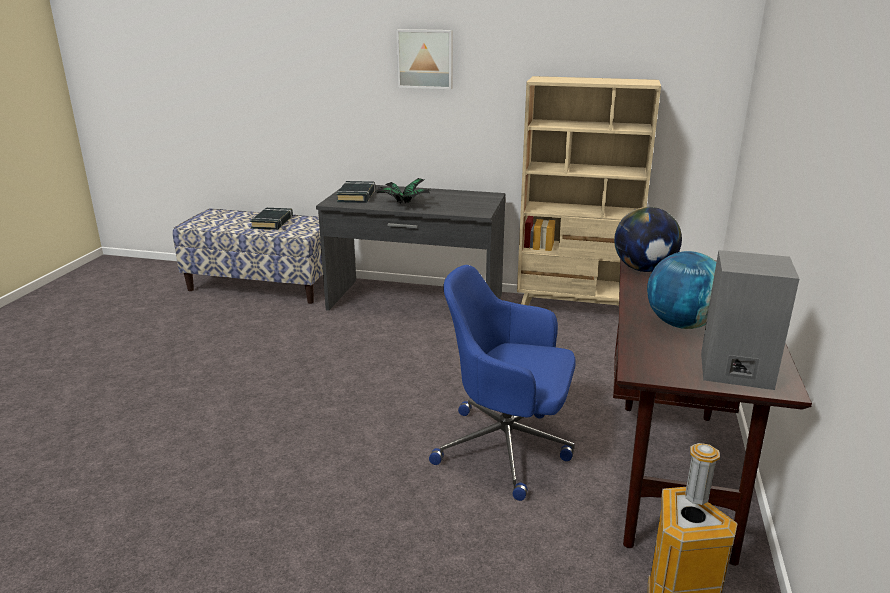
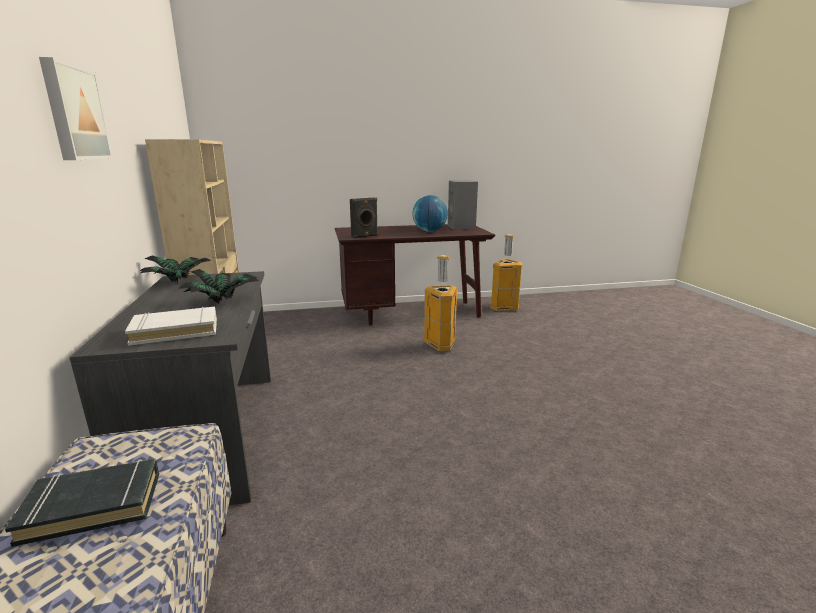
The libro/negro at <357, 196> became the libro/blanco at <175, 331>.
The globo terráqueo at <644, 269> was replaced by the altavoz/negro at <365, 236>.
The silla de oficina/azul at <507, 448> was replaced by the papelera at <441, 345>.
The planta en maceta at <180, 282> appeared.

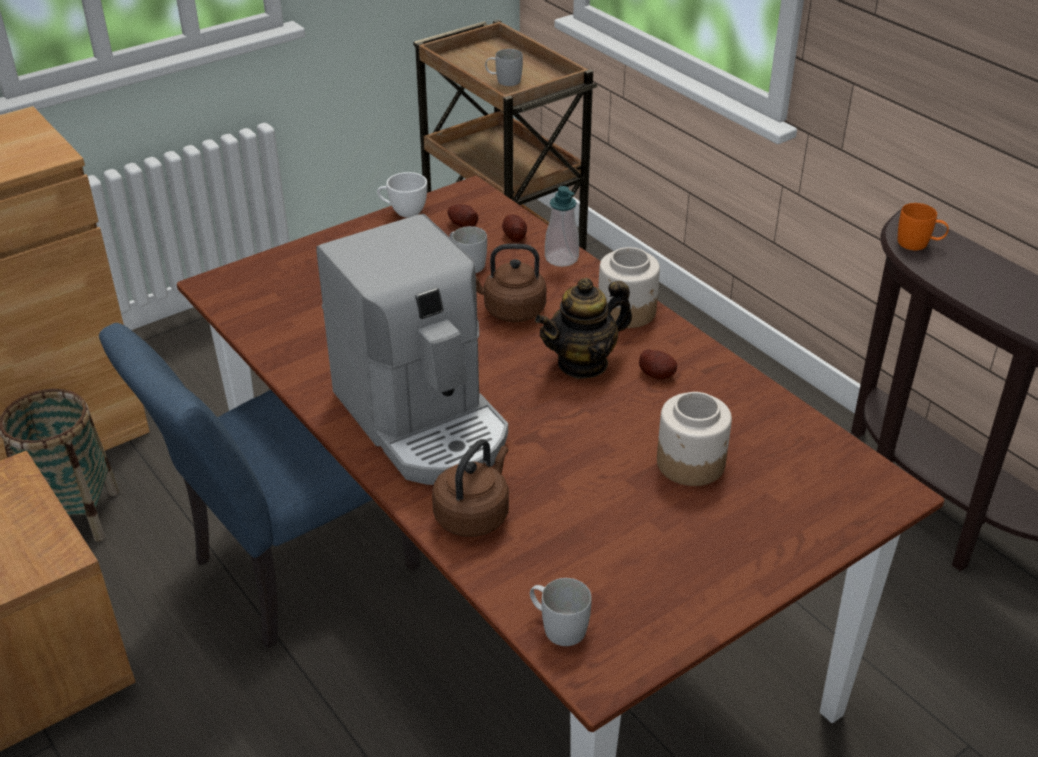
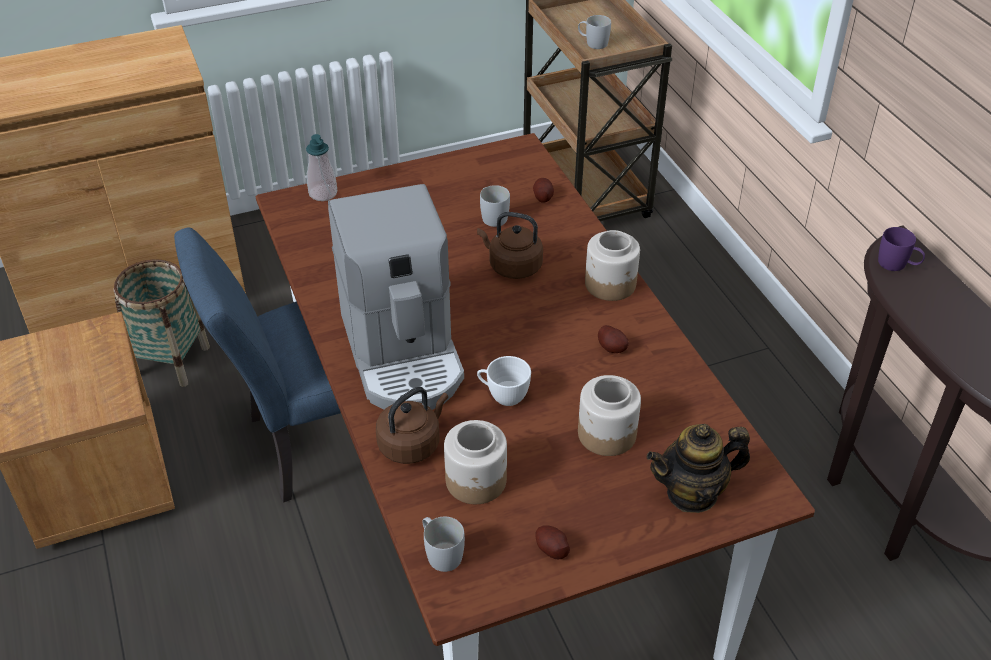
The taza/blanco moved from <403, 211> to <503, 396>.
The dispensador de jabón moved from <561, 258> to <323, 193>.
The taza grande/naranja at <919, 244> became the taza grande/morado at <897, 265>.
The patata moved from <462, 224> to <551, 549>.
The tetera moved from <583, 363> to <692, 493>.
The tarro at <476, 481> appeared.

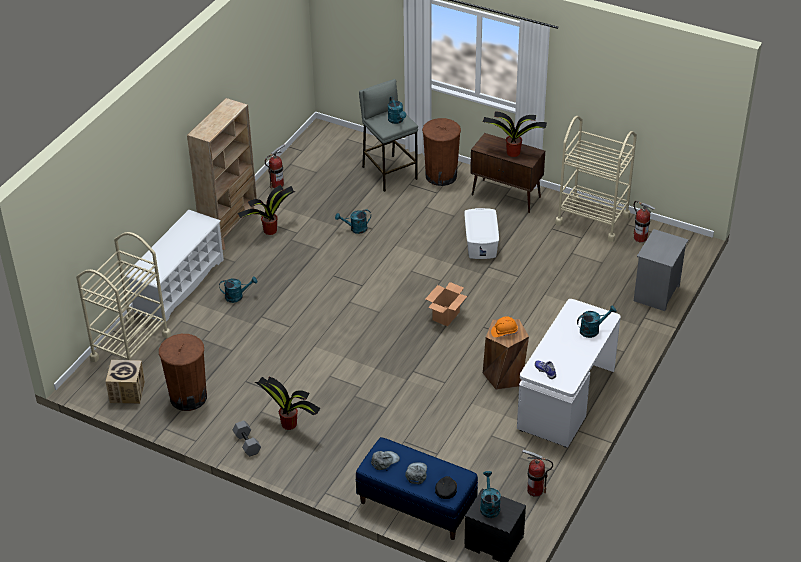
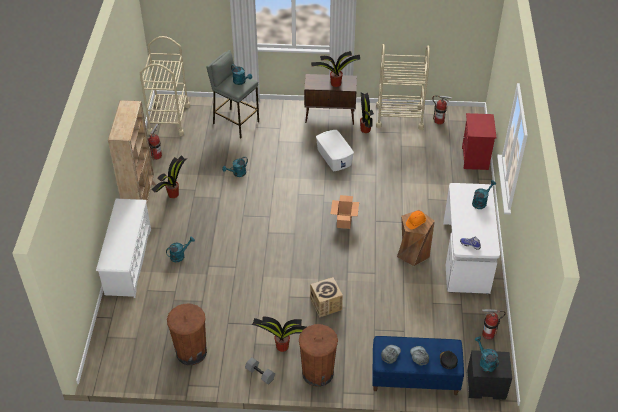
The papelera/marrón moved from <441, 176> to <317, 373>.
The mesita de noche/gris at <657, 294> became the mesita de noche/rojo at <475, 159>.
The carrito/beis moved from <130, 347> to <169, 119>.
The caja de cartón moved from <127, 392> to <326, 304>.
The planta en maceta at <365, 130> appeared.

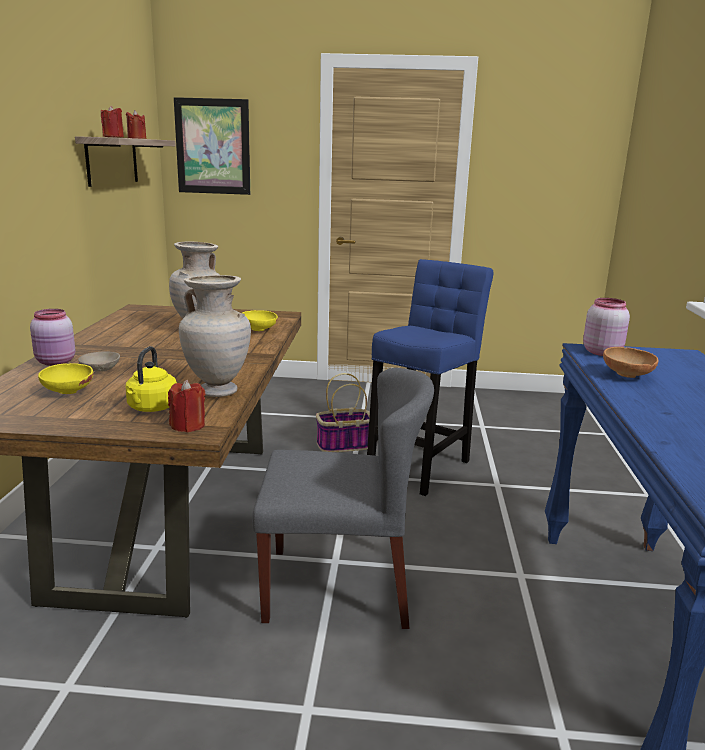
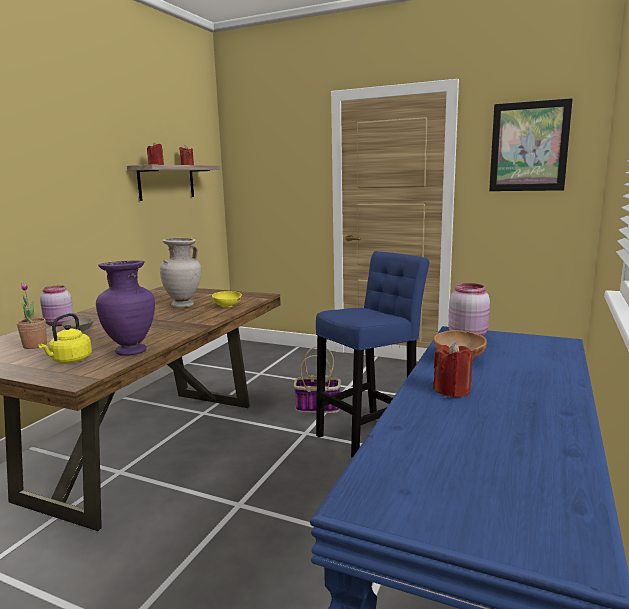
The cuadro moved from <213, 146> to <529, 147>.
The florero/beis at <218, 391> became the florero/morado at <132, 351>.
The cuenco/amarillo at <68, 393> was replaced by the planta en maceta at <35, 345>.
The silla/gris at <339, 586> disappeared.
The vela/rojo moved from <188, 426> to <452, 390>.

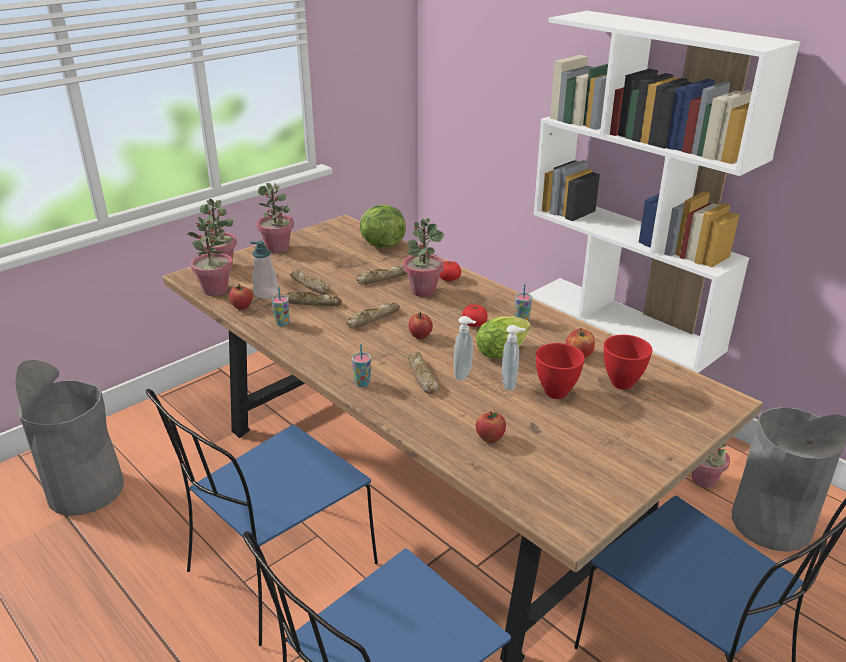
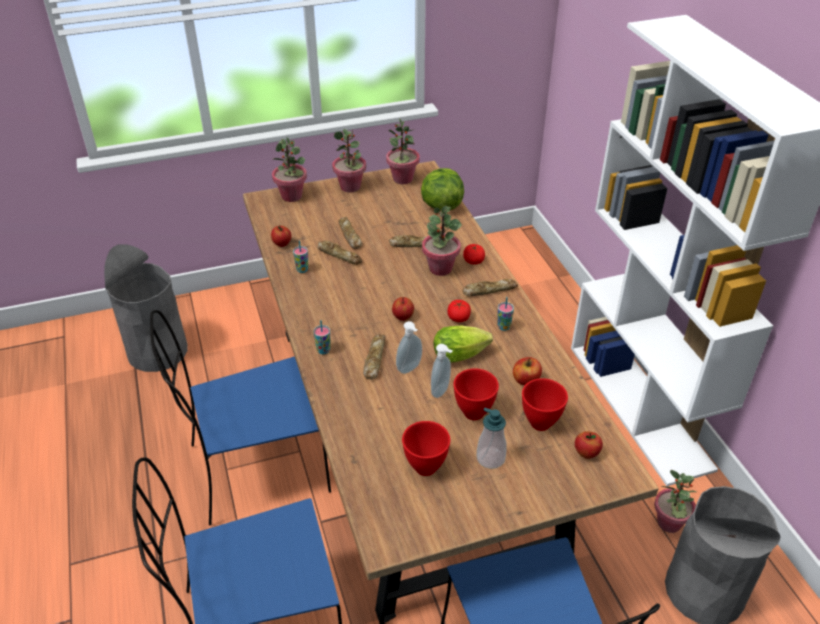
The planta en maceta moved from <215, 290> to <402, 179>.
The dispensador de jabón moved from <266, 293> to <490, 458>.
The pan moved from <372, 318> to <489, 290>.
The manzana moved from <490, 438> to <586, 453>.
The cuenco/rojo at <426, 468> appeared.

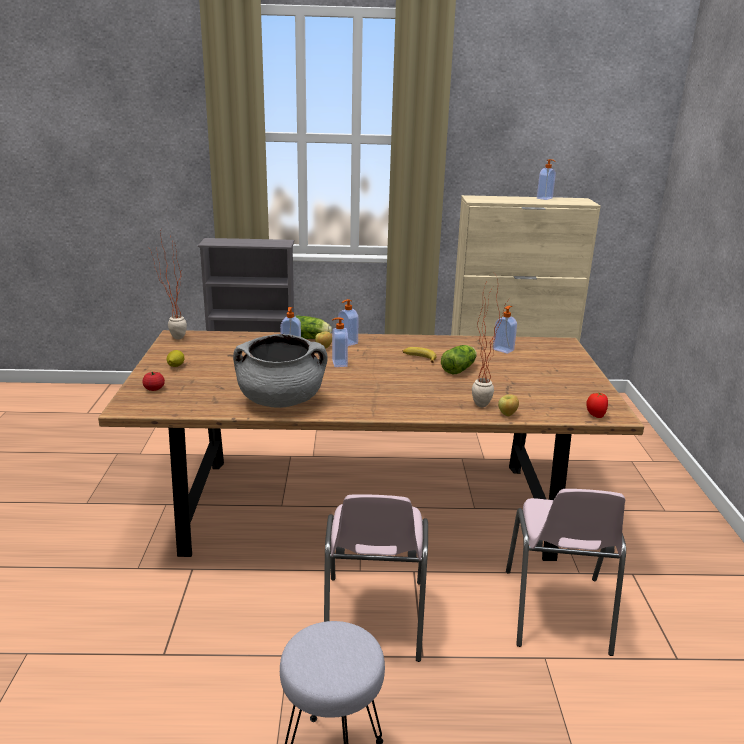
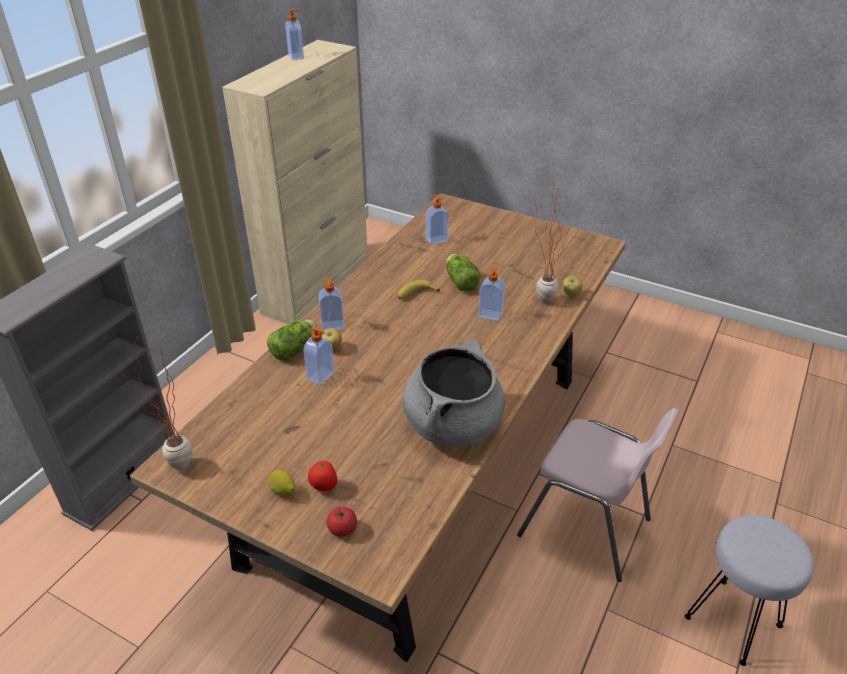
The dispensador de jabón moved from <339, 363> to <490, 315>.
The tomate moved from <595, 415> to <323, 487>.
The silla/rosa at <556, 612> disappeared.

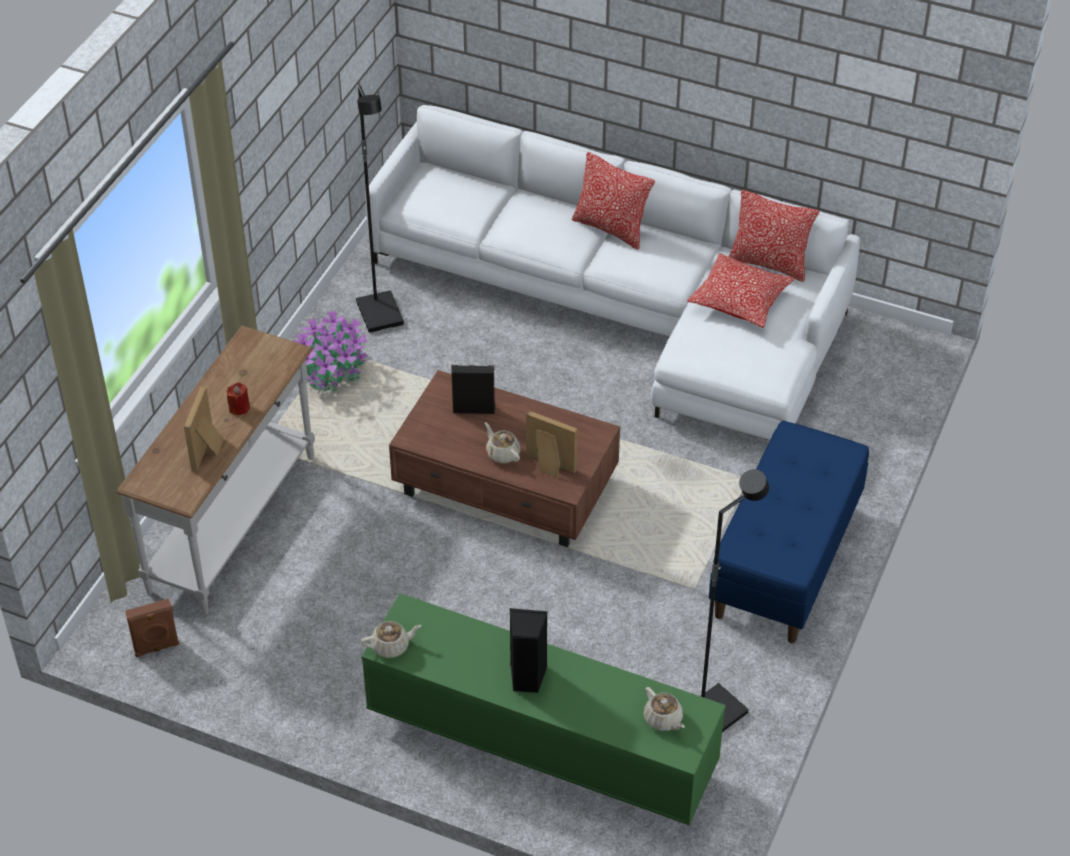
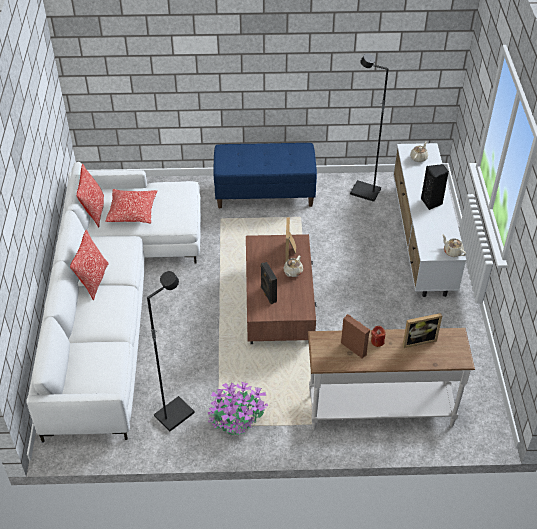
The mueble de televisión/verde at <540, 745> became the mueble de televisión/blanco at <421, 238>.
The altavoz/marrón moved from <156, 648> to <354, 348>.

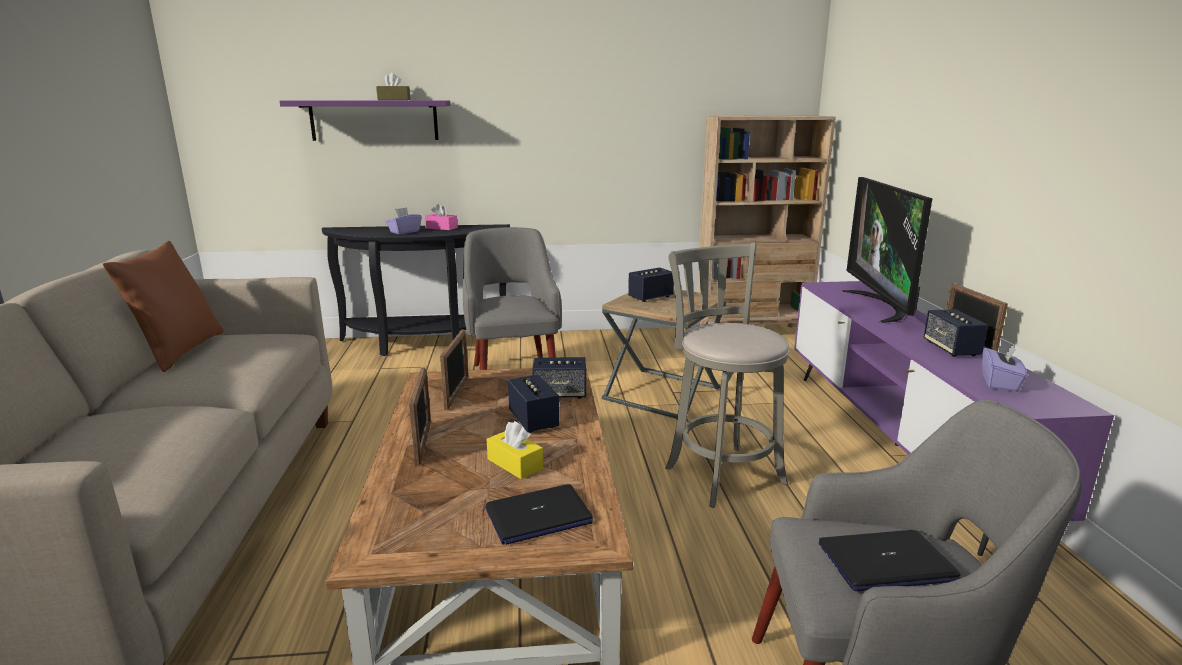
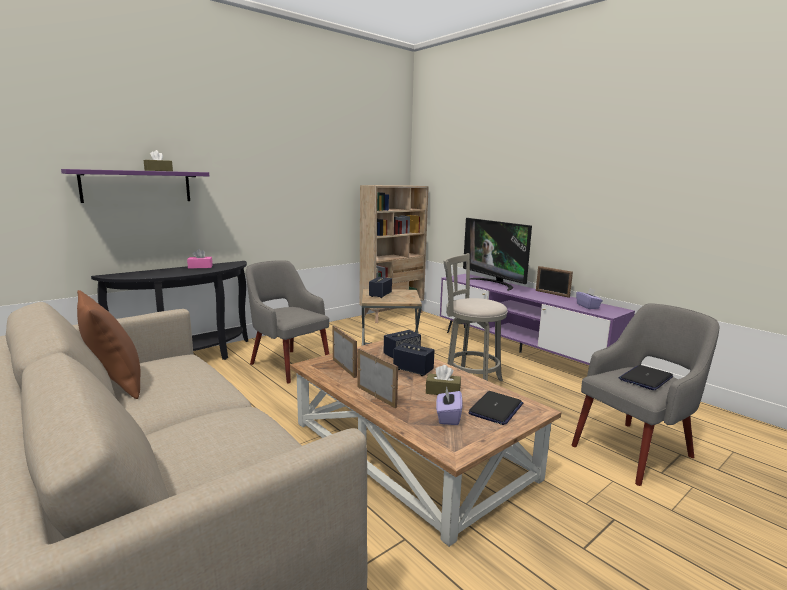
The caja de pañuelos/morado moved from <404, 232> to <448, 417>.
The altavoz at <951, 349> disappeared.
The caja de pañuelos/amarillo at <515, 464> became the caja de pañuelos/marrón at <443, 391>.

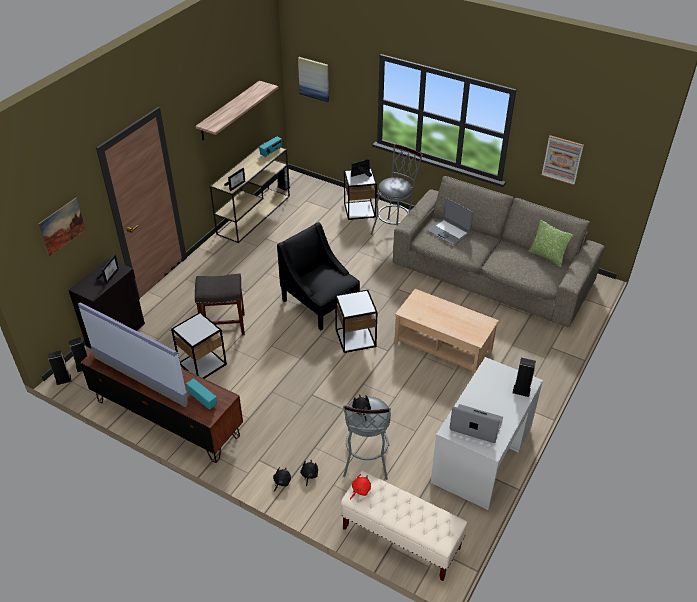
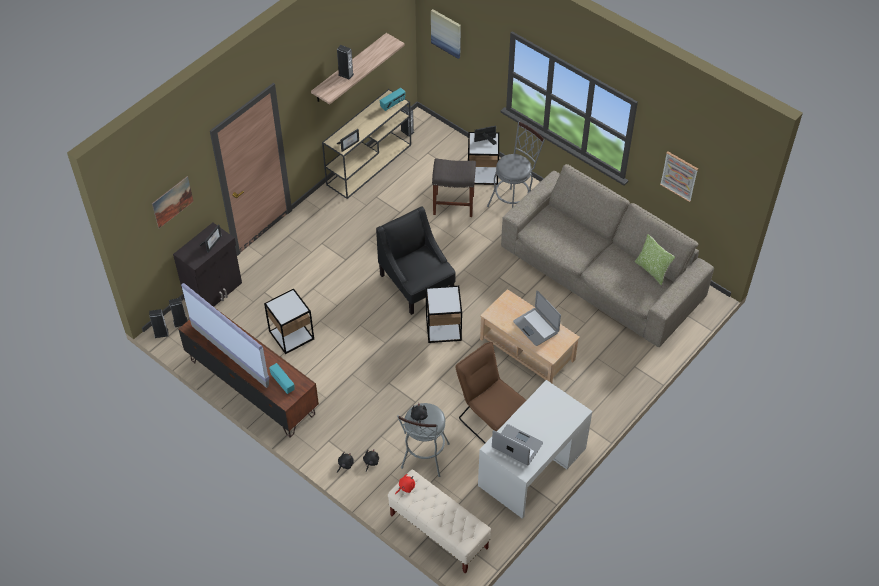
The portátil moved from <448, 232> to <536, 327>.
The taburete/gris moved from <224, 325> to <454, 204>.
The altavoz moved from <521, 391> to <346, 74>.
The silla/marrón at <490, 419> appeared.

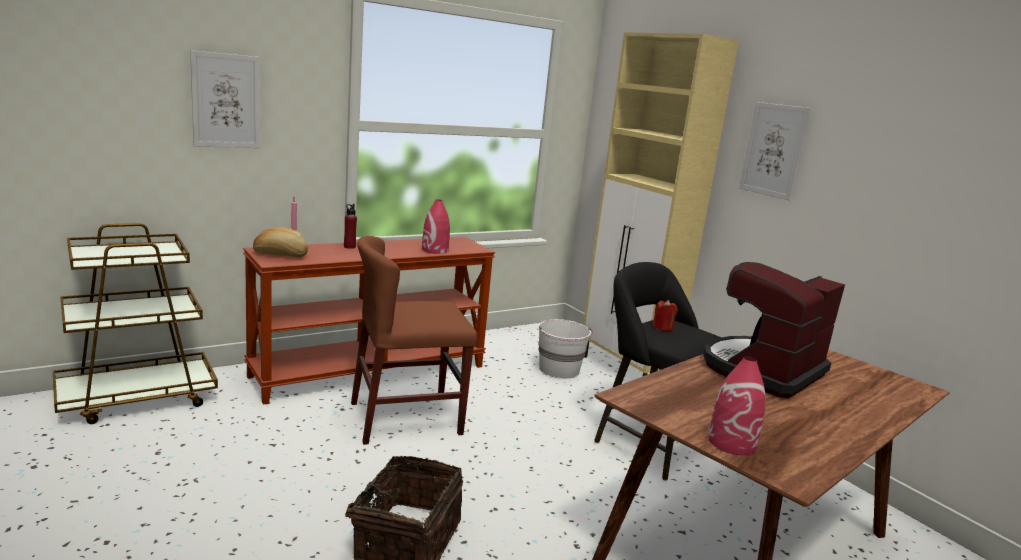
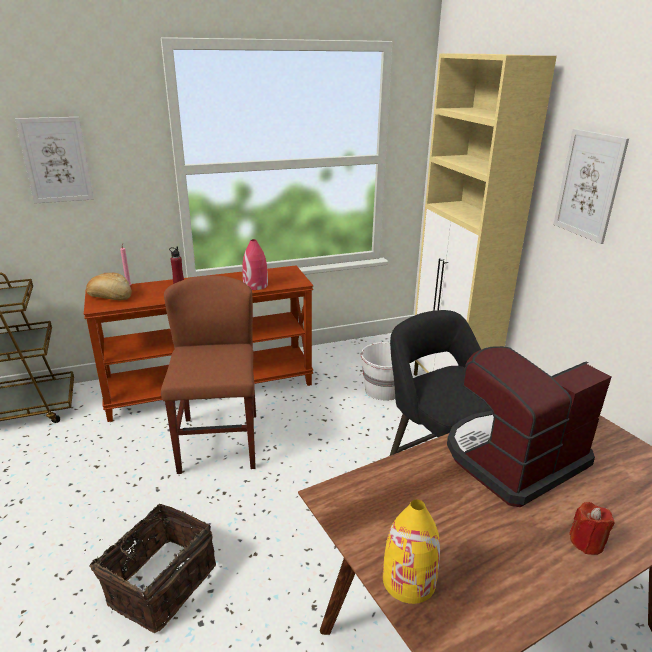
The silla/marrón at <406, 418> turned 90 degrees clockwise.
The vela/rojo moved from <663, 327> to <586, 542>.
The florero/rojo at <732, 443> became the florero/amarillo at <409, 580>.

